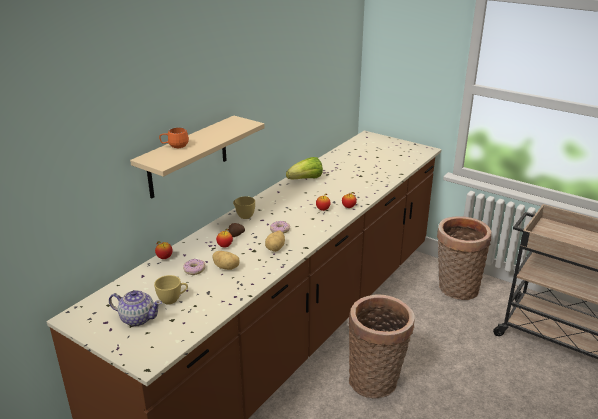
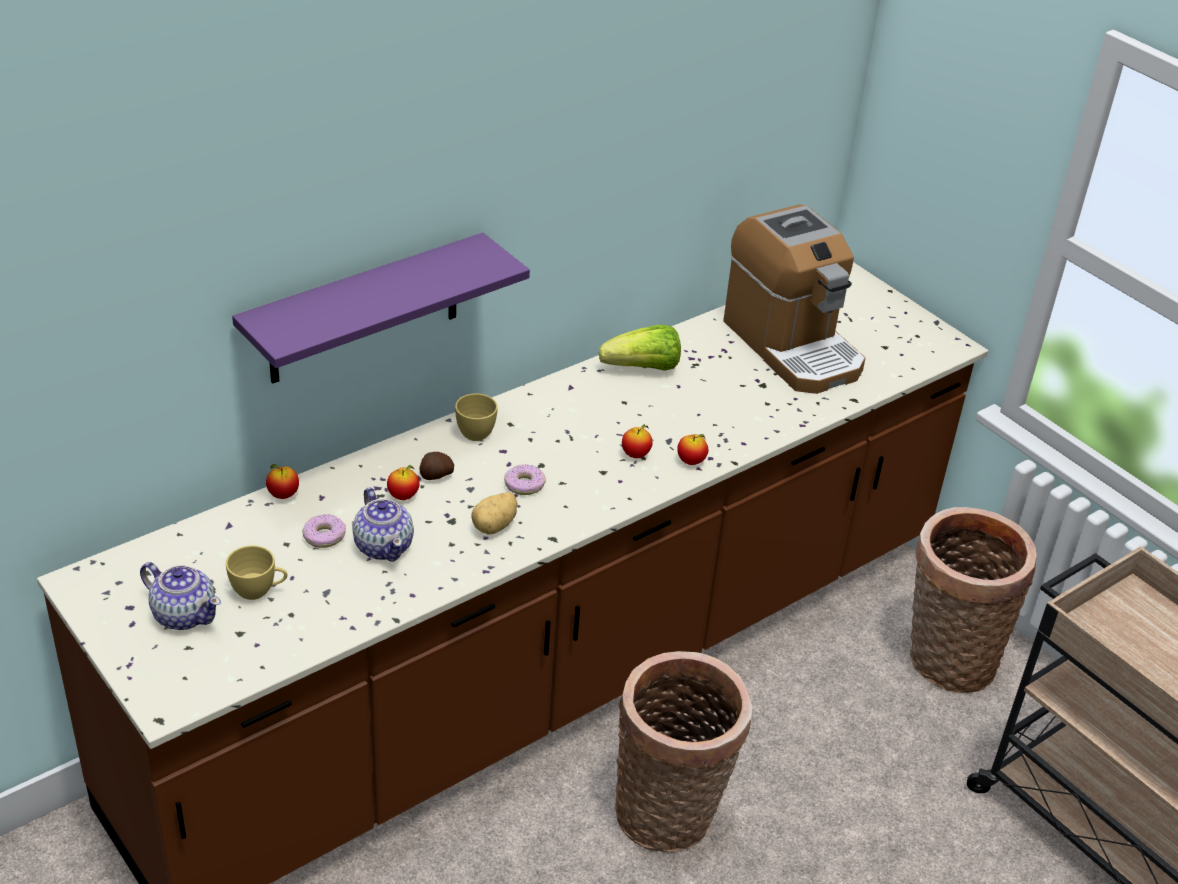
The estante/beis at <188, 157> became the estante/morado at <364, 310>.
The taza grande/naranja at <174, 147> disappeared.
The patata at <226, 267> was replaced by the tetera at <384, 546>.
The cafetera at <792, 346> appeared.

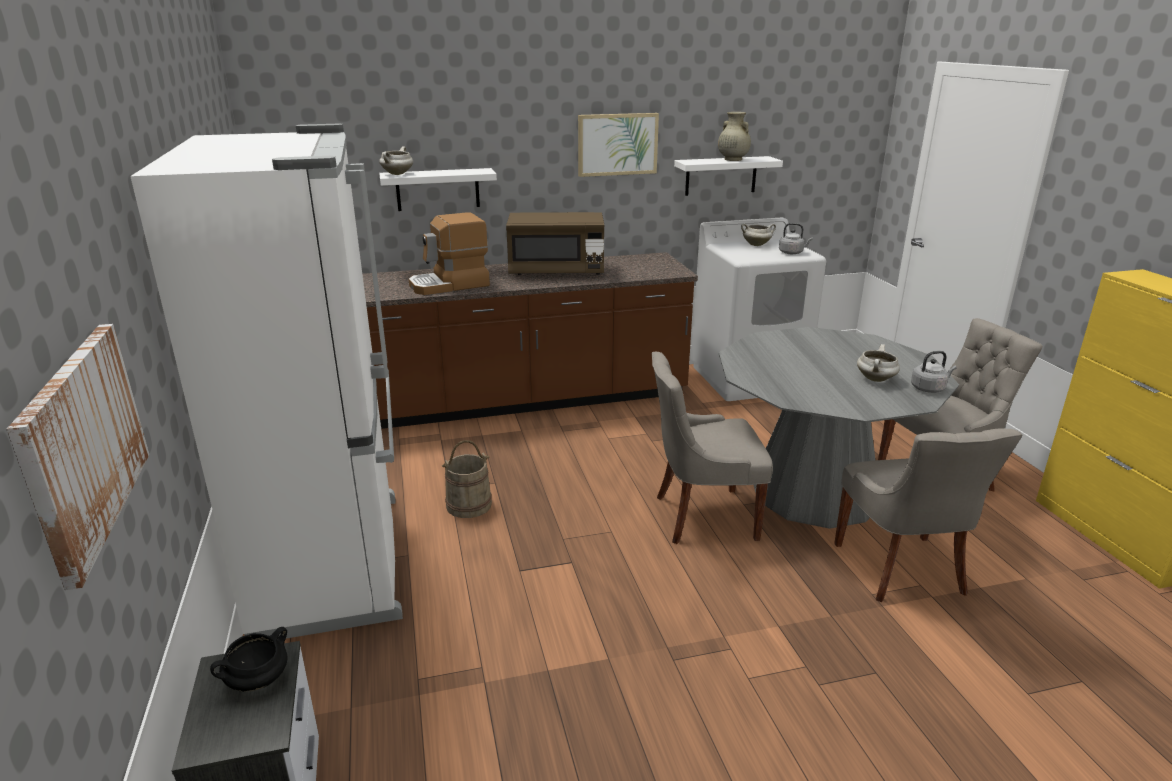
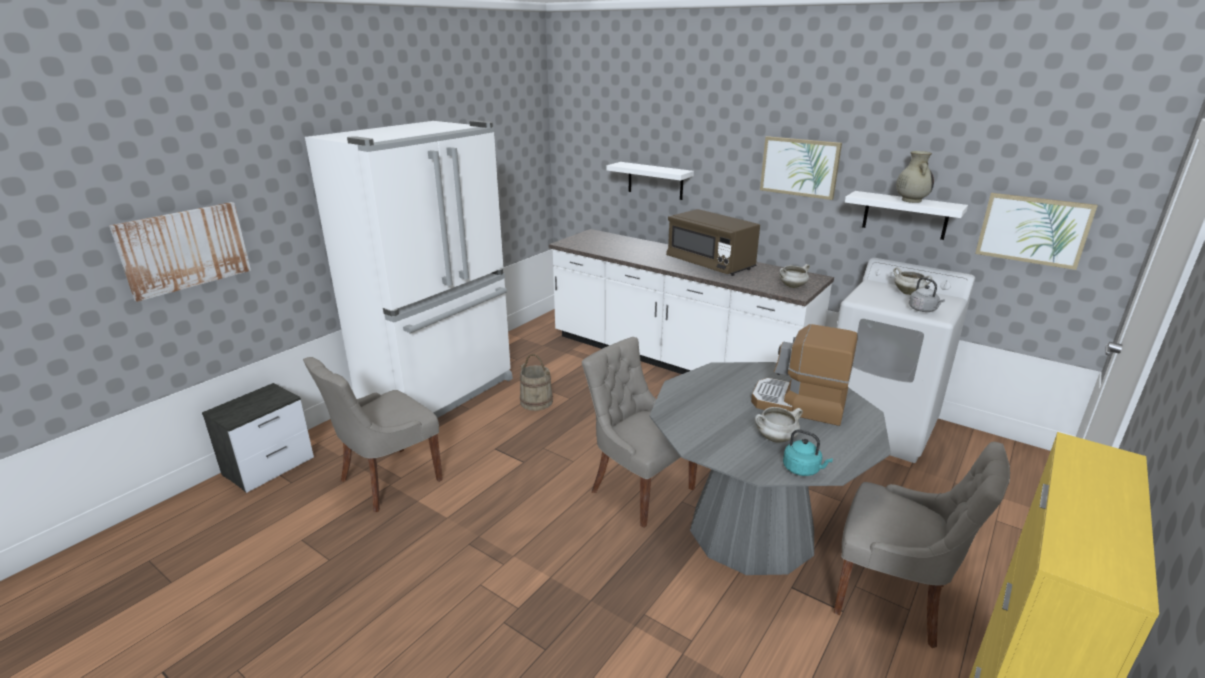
The olla/blanco moved from <397, 174> to <792, 286>.
The cafetera moved from <450, 285> to <799, 405>.
The mueble bajo de cocina/marrón at <524, 401> became the mueble bajo de cocina/blanco at <675, 361>.
The hervidor/gris at <929, 388> became the hervidor/turquesa at <803, 469>.
The silla/gris moved from <901, 570> to <388, 480>.
The olla/negro at <257, 682> disappeared.
The cuadro at <1033, 230> appeared.

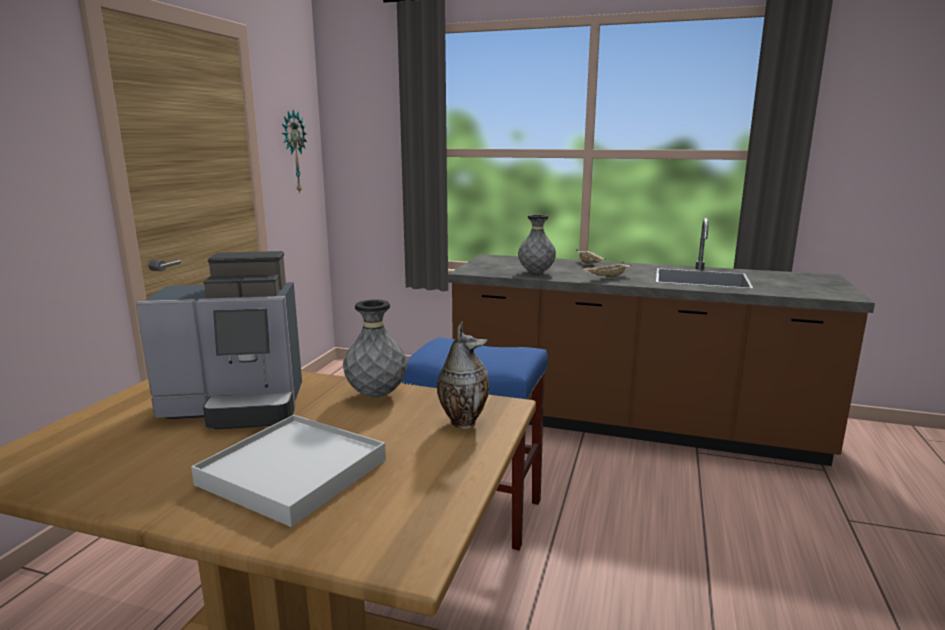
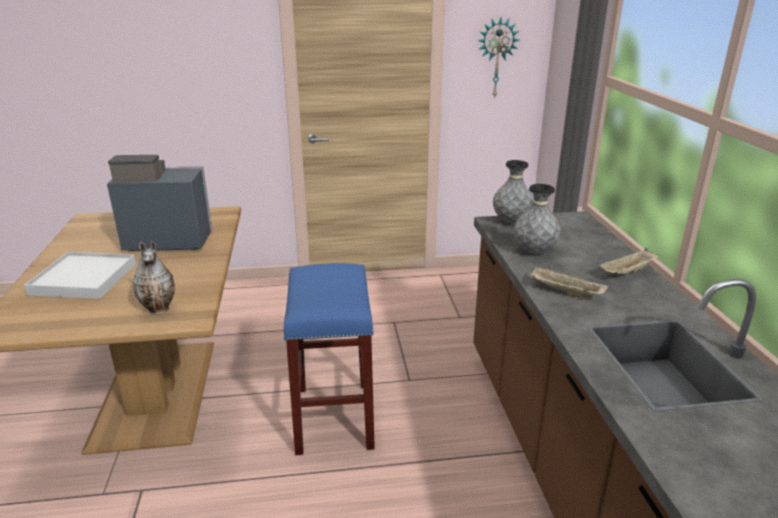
The cafetera at <239, 406> turned 120 degrees clockwise.
The florero/gris moved from <376, 395> to <511, 222>.

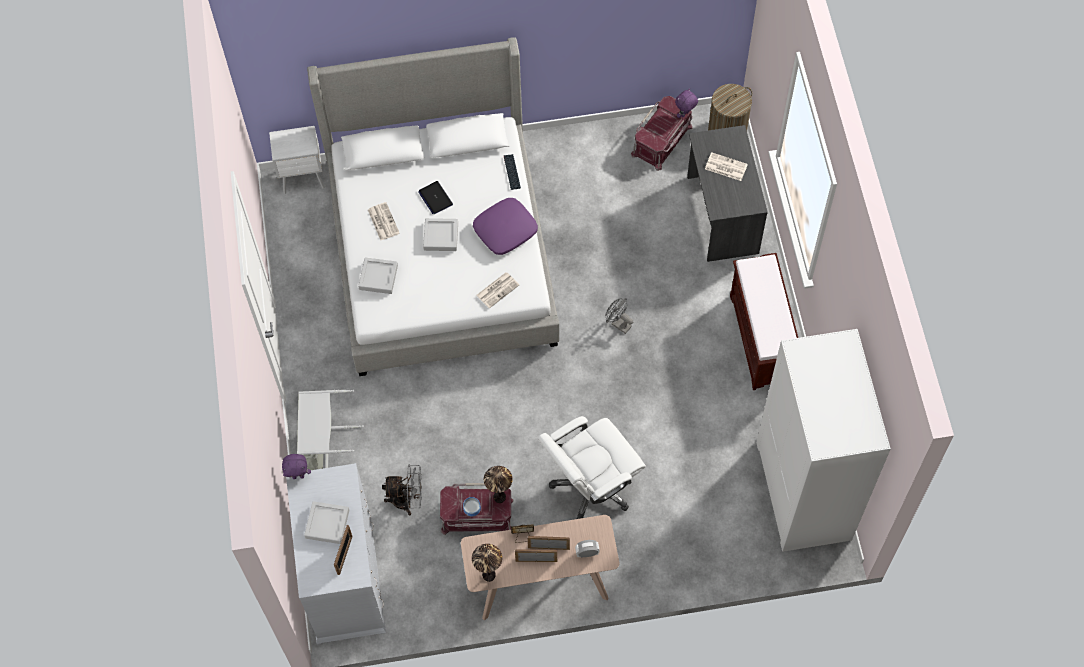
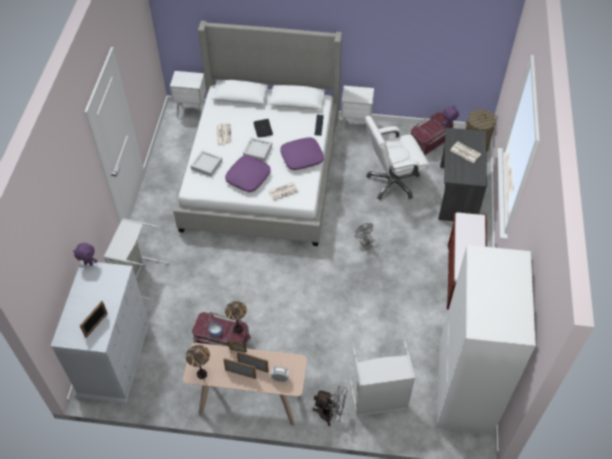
The silla de oficina/blanco moved from <591, 487> to <392, 182>.
The ventilador/gris moved from <407, 500> to <330, 414>.
The bandeja/gris at <327, 524> disappeared.
The mesita de noche/blanco at <356, 127> appeared.
The cojín/morado at <248, 177> appeared.
The cesto de la ropa/gris at <379, 399> appeared.

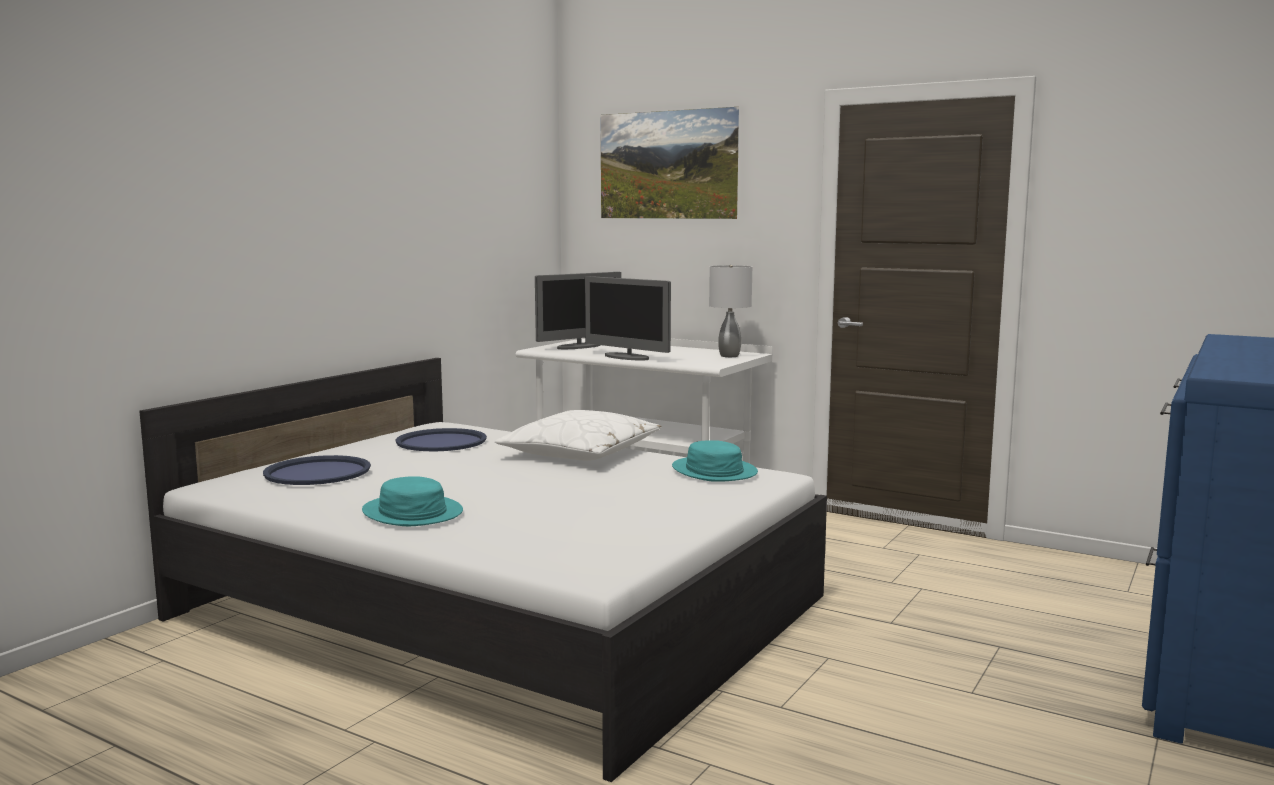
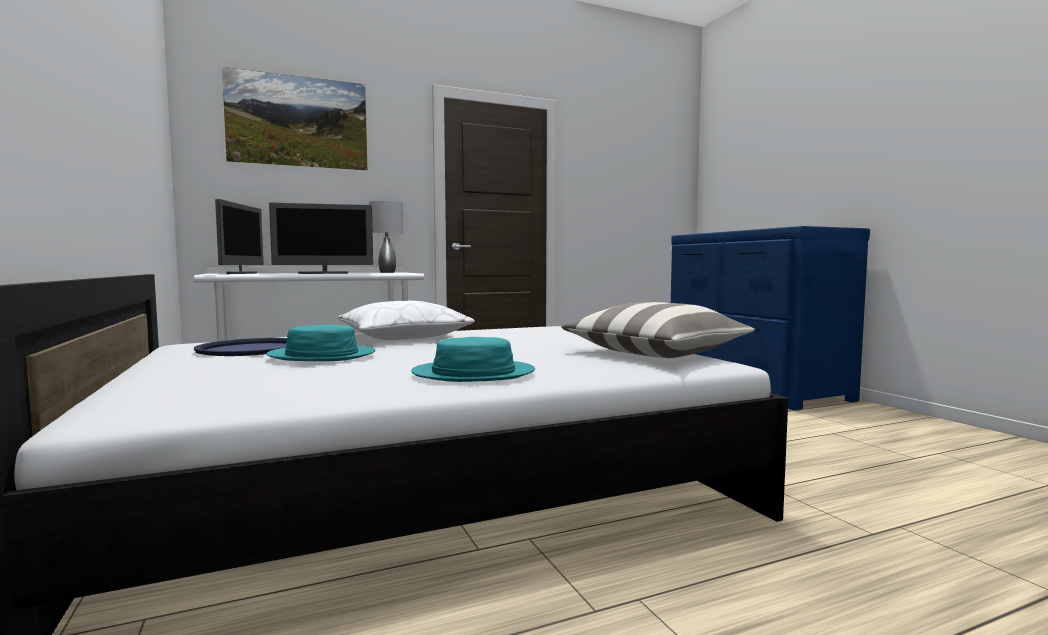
The sombrero/turquesa moved from <714, 471> to <322, 355>.
The bandeja/azul at <318, 472> disappeared.
The cojín at <656, 353> appeared.

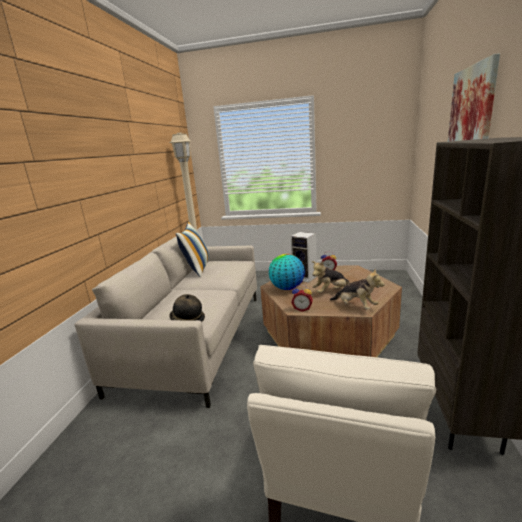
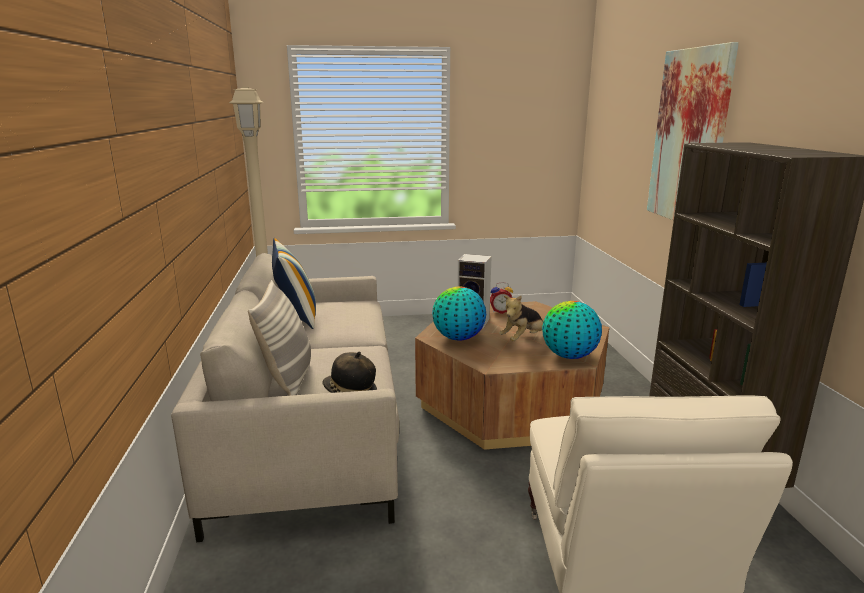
The peluche at <356, 306> was replaced by the globo terráqueo at <569, 356>.
The despertador at <302, 309> disappeared.
The cojín at <288, 379> appeared.

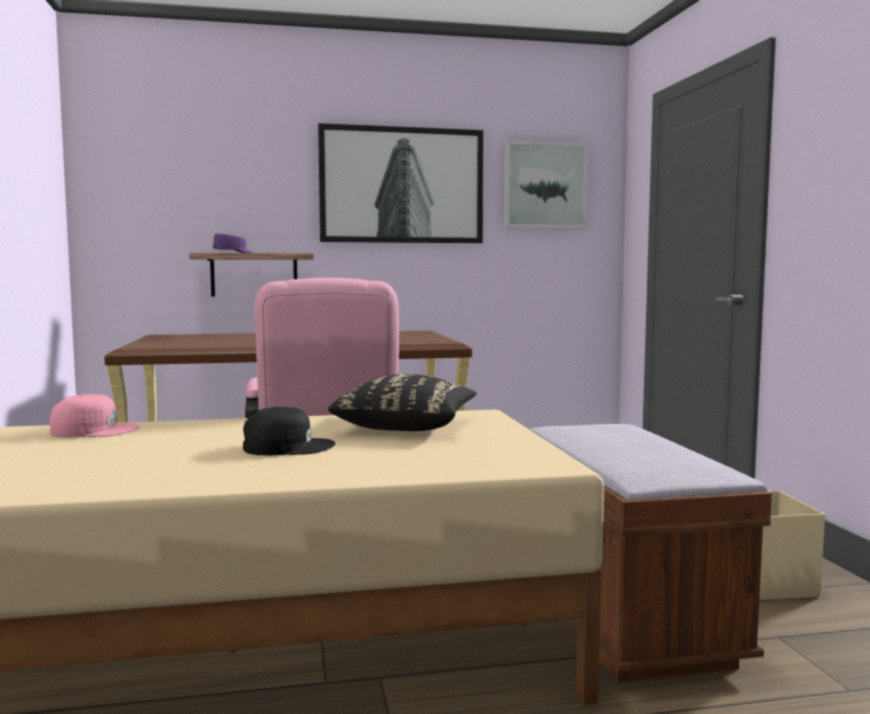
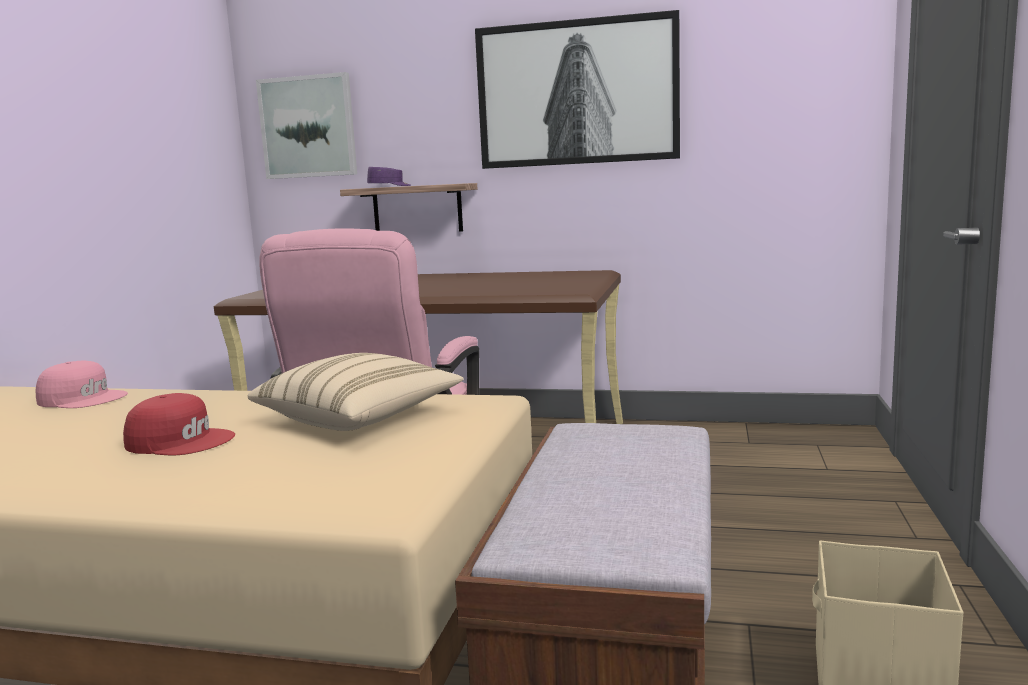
The cuadro moved from <545, 185> to <308, 127>.
The cojín/negro at <406, 426> became the cojín/beis at <360, 418>.
The gorra/negro at <287, 447> became the gorra/rojo at <181, 441>.

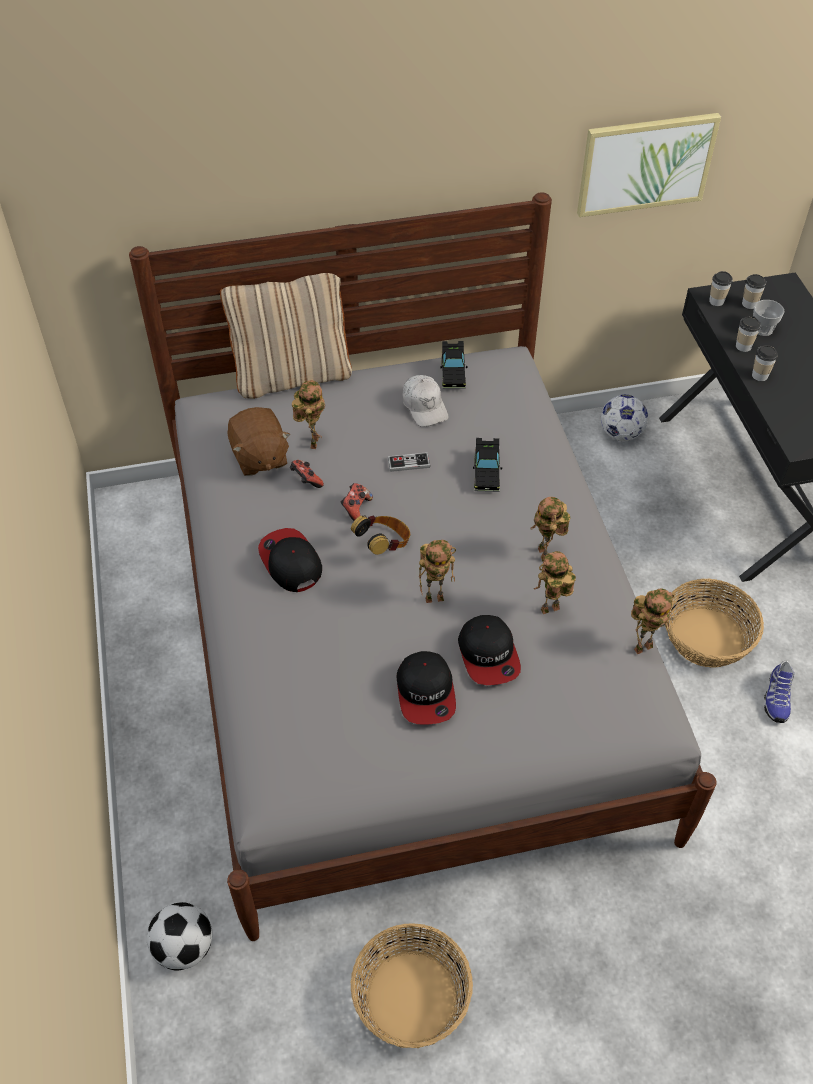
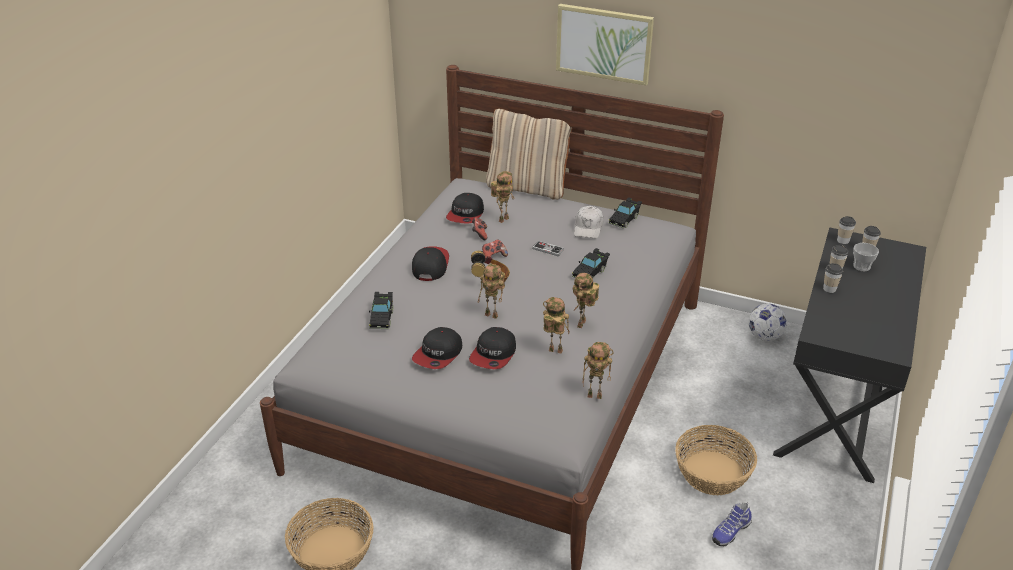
The cuadro moved from <645, 164> to <604, 43>.
The peluche/marrón at <259, 457> was replaced by the gorra at <466, 214>.
The balón de fútbol at <184, 947> disappeared.
The coche de juguete/negro at <382, 317> appeared.

